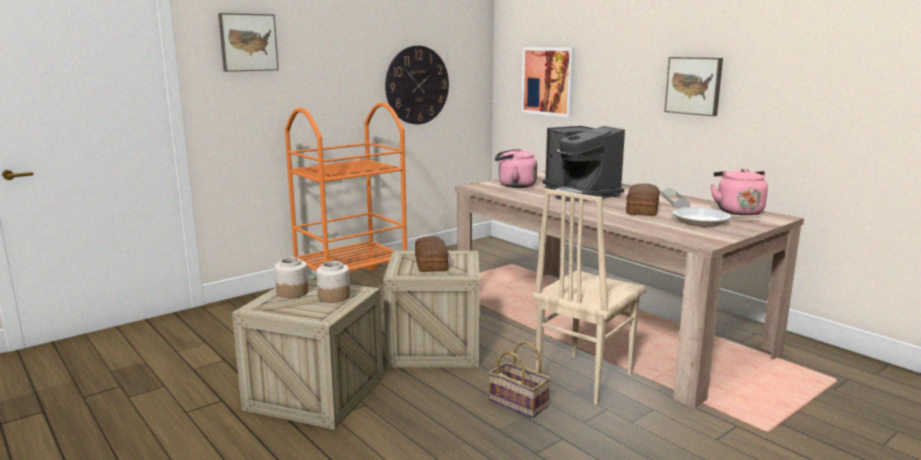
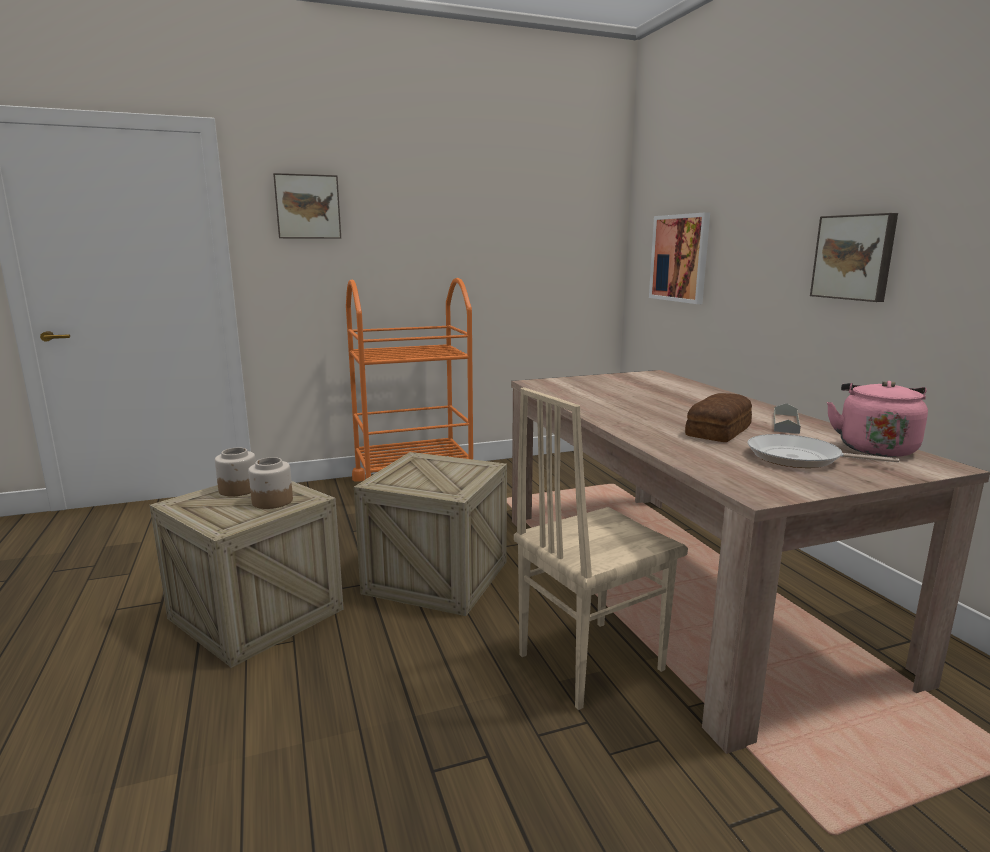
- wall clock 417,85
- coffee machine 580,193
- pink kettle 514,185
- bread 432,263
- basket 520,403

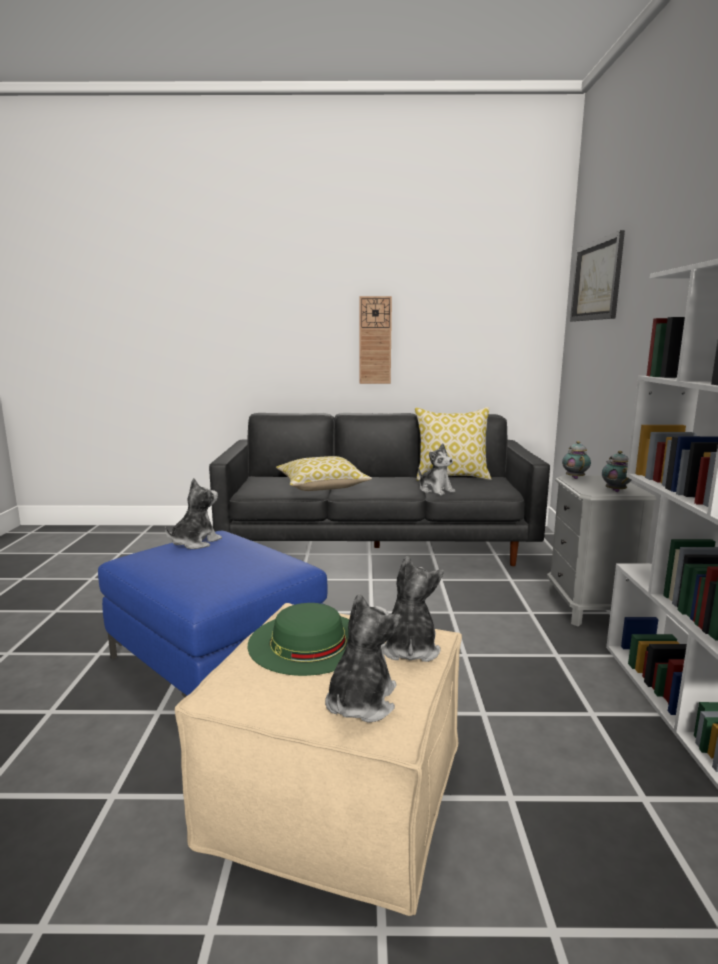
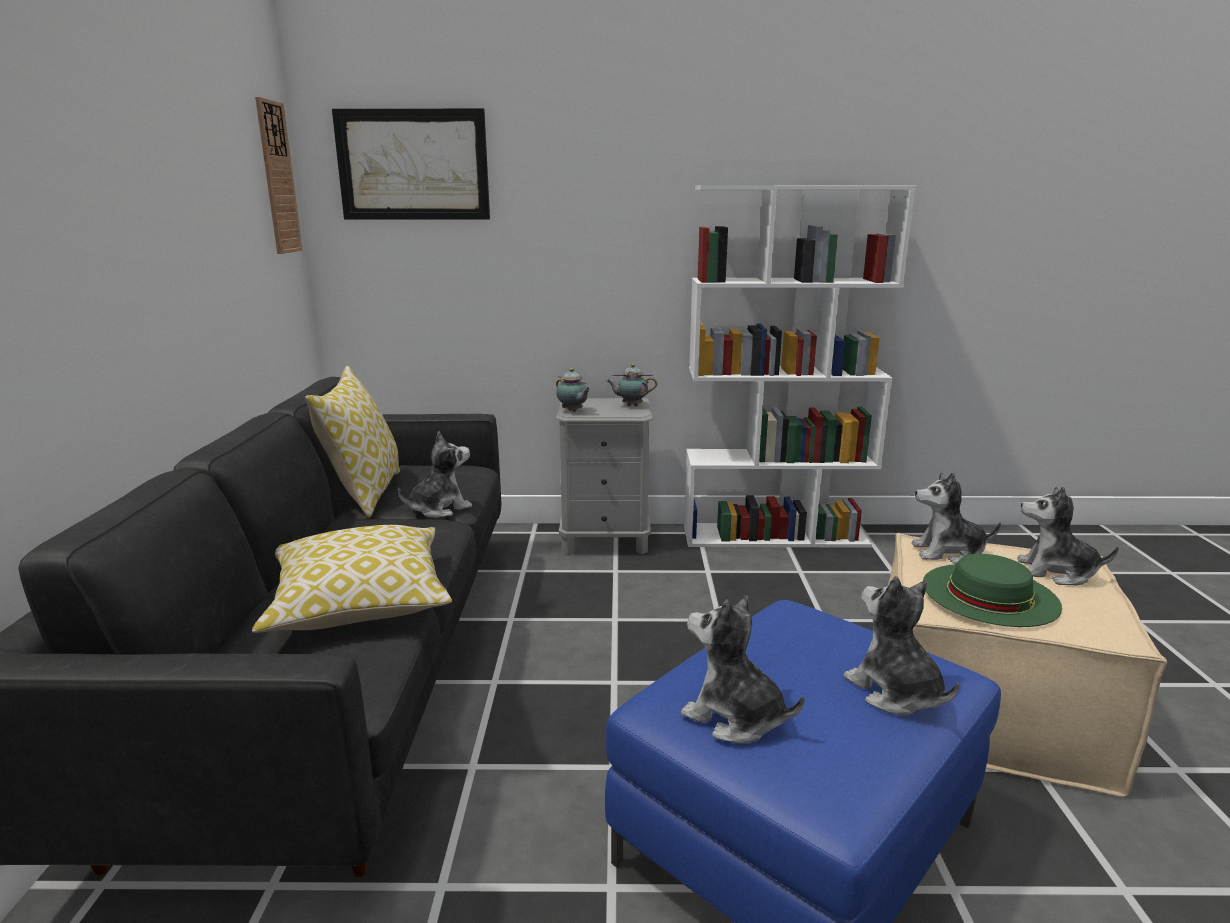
~ wall clock 375,340 to 278,178
~ teapot 574,478 = 573,411 135 degrees counterclockwise
+ plush toy 895,692

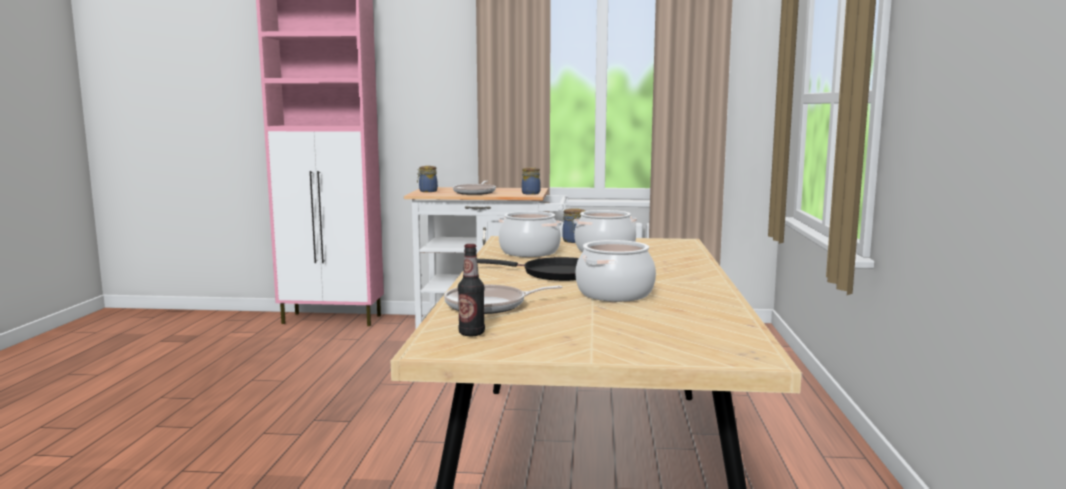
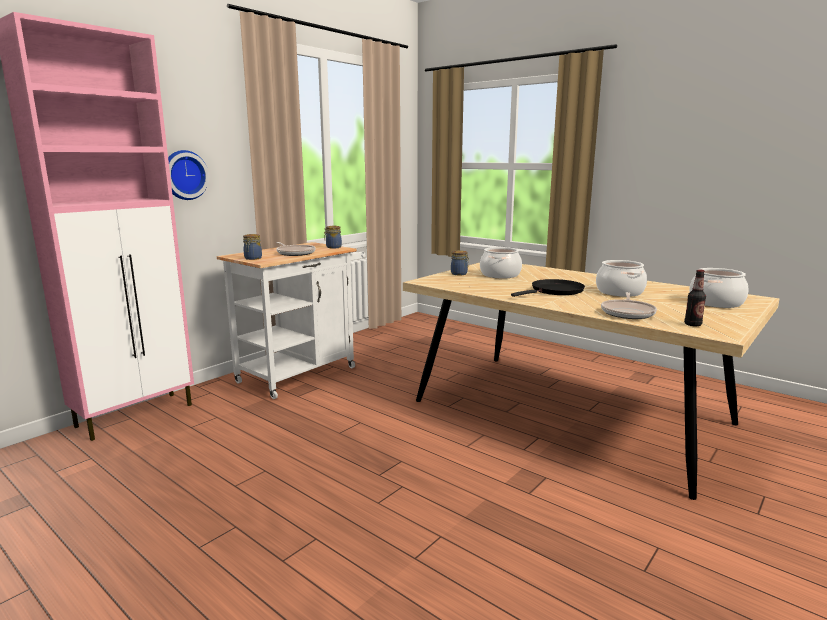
~ cooking pot 529,252 to 716,303
+ wall clock 184,175

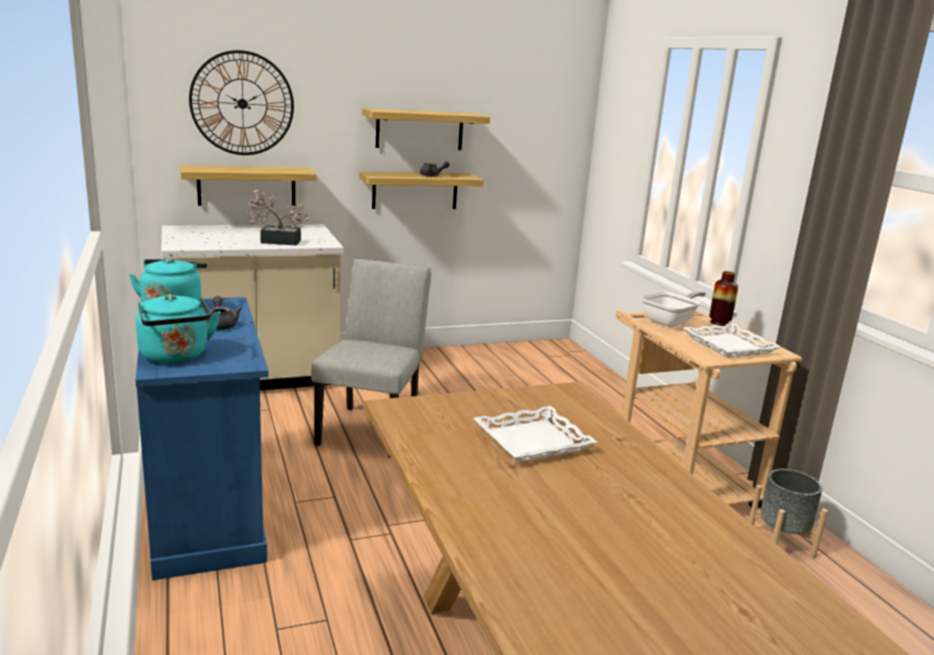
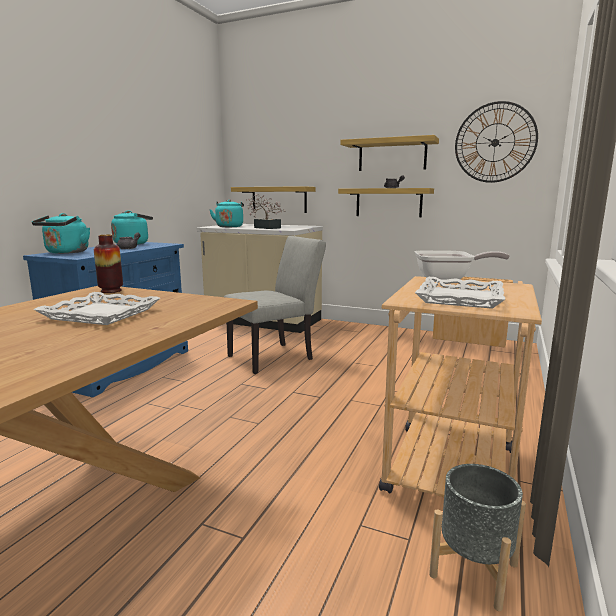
~ wall clock 242,103 to 495,142
~ vase 719,323 to 111,291
+ turquoise kettle 229,226

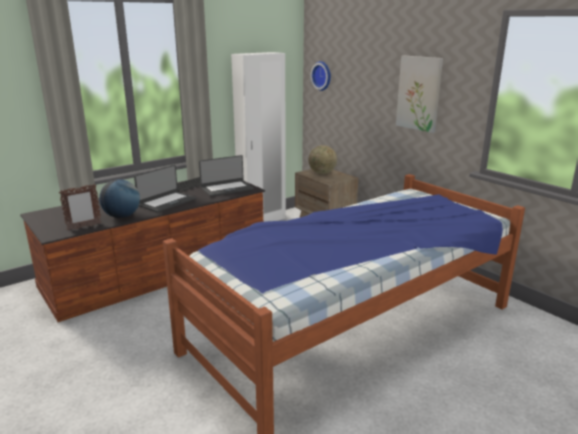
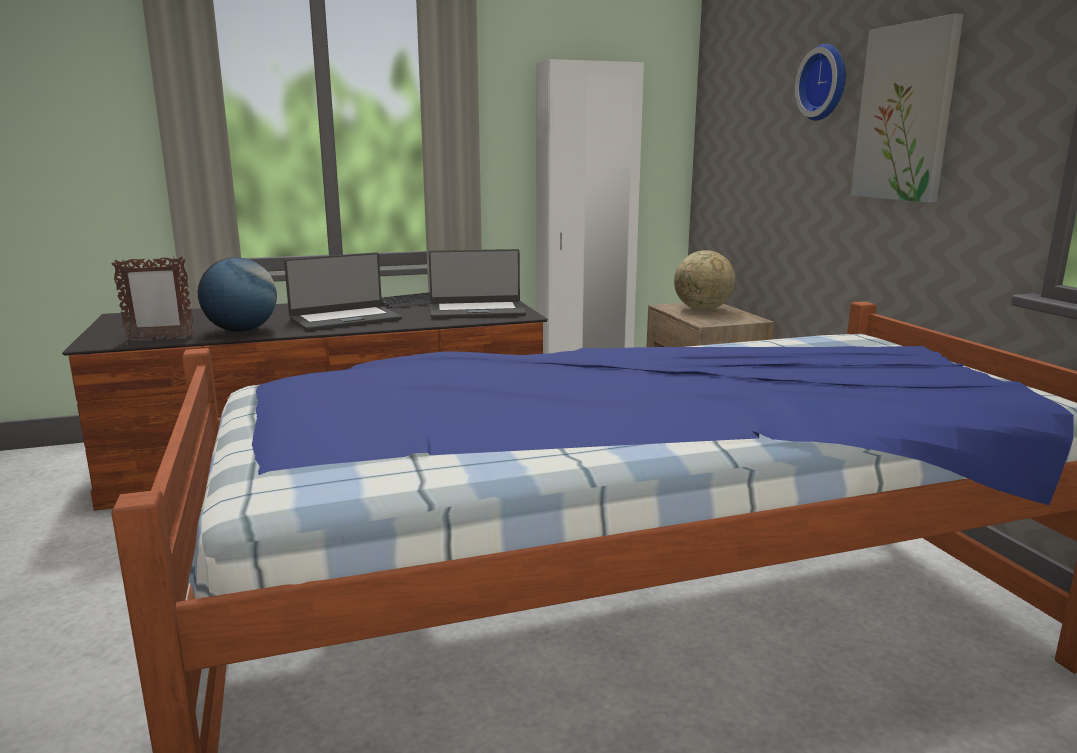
~ wall clock 322,75 to 826,82

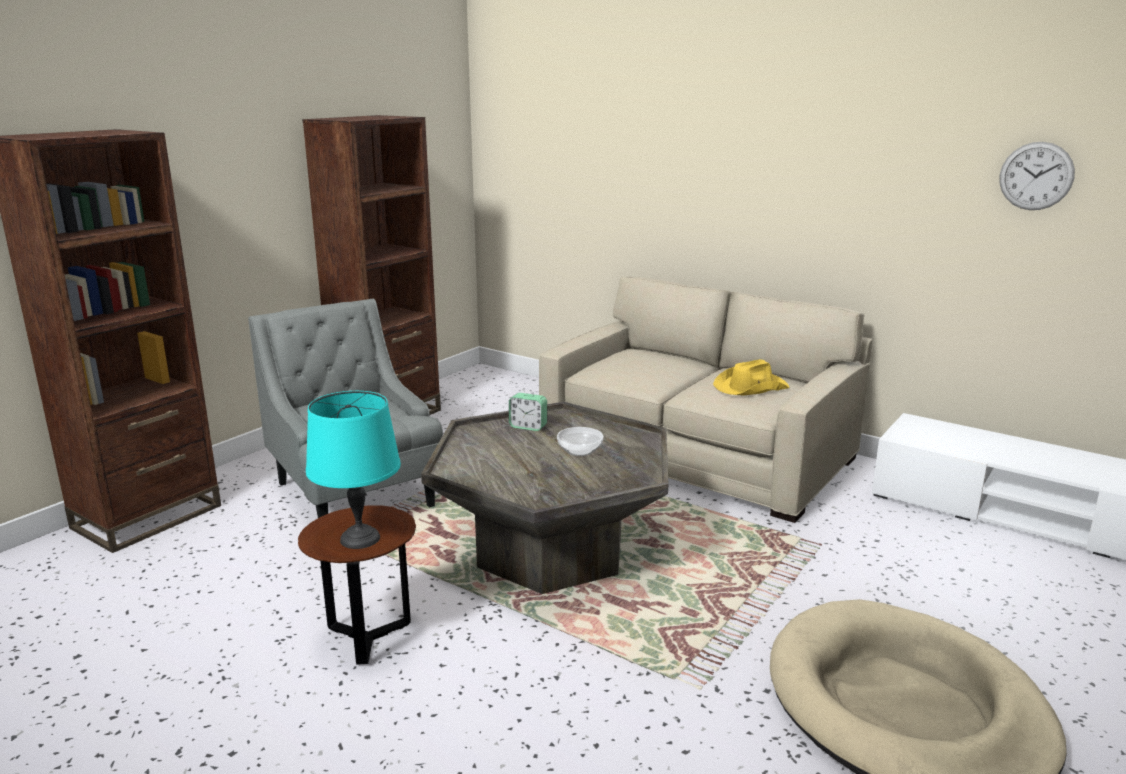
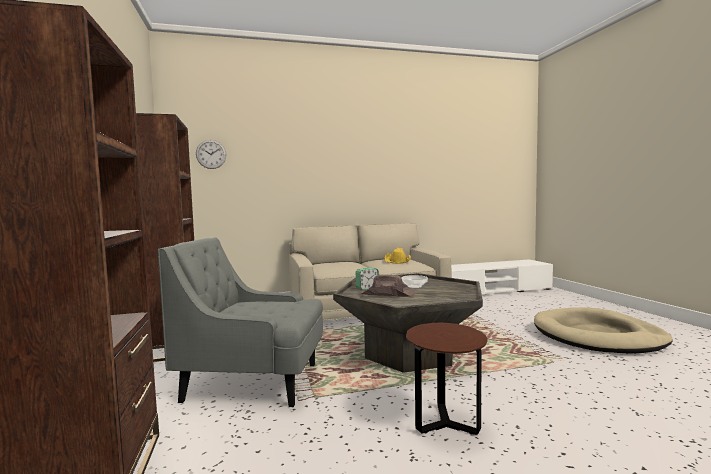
~ wall clock 1036,176 to 211,154
- turquoise table lamp 360,538
+ brown hat 388,294

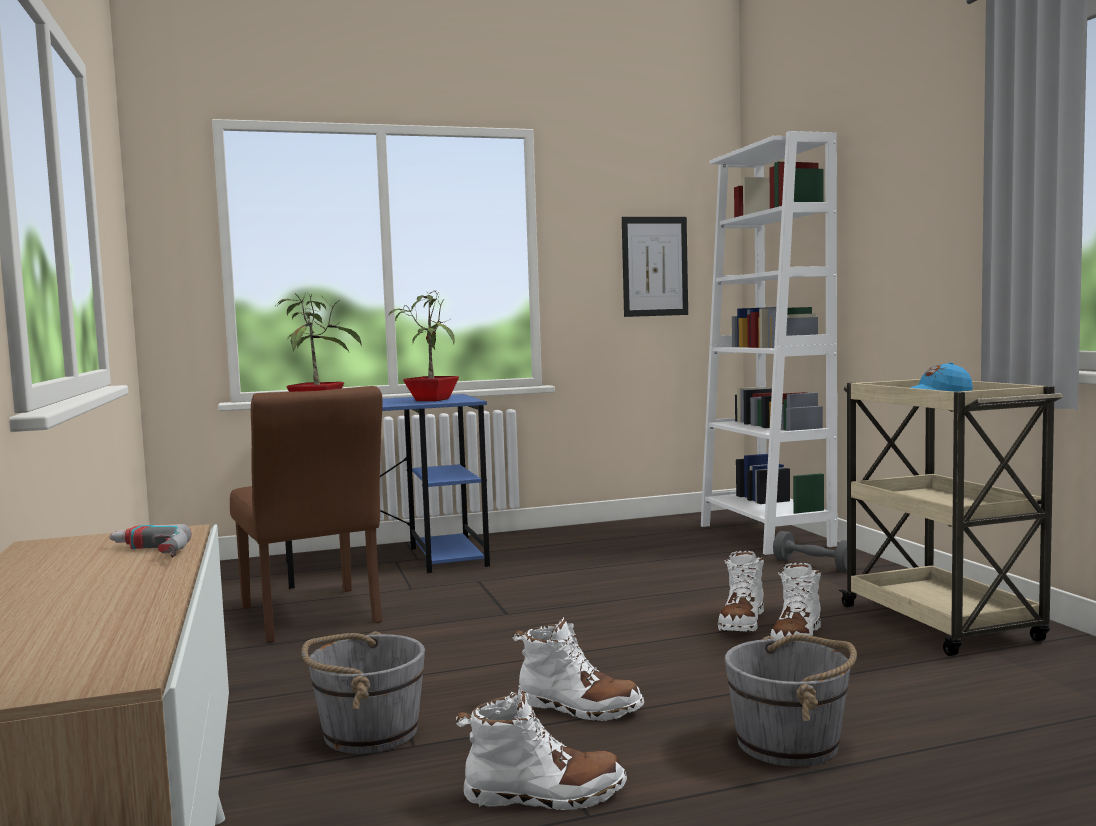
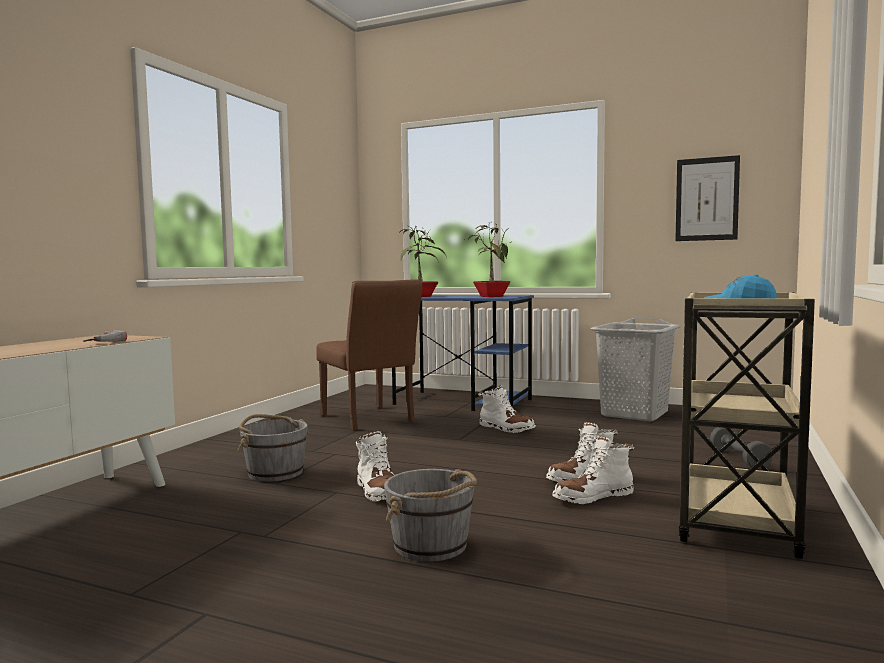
- white bookcase 765,535
~ brown chair 313,618 = 370,419 45 degrees counterclockwise
~ white boot 544,795 to 506,428
+ grey laundry basket 633,414

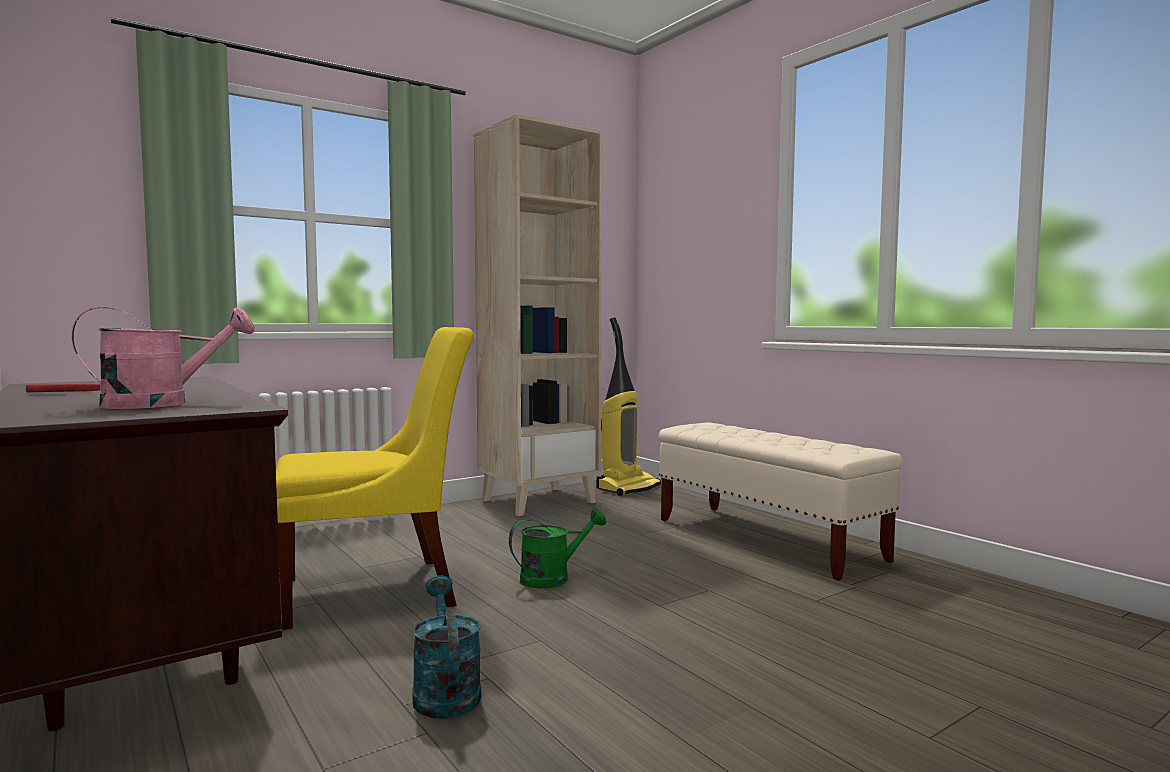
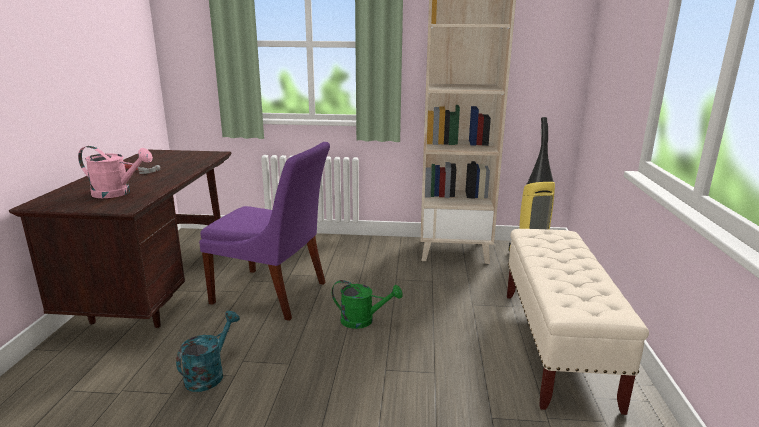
~ yellow chair 377,591 to purple chair 273,294

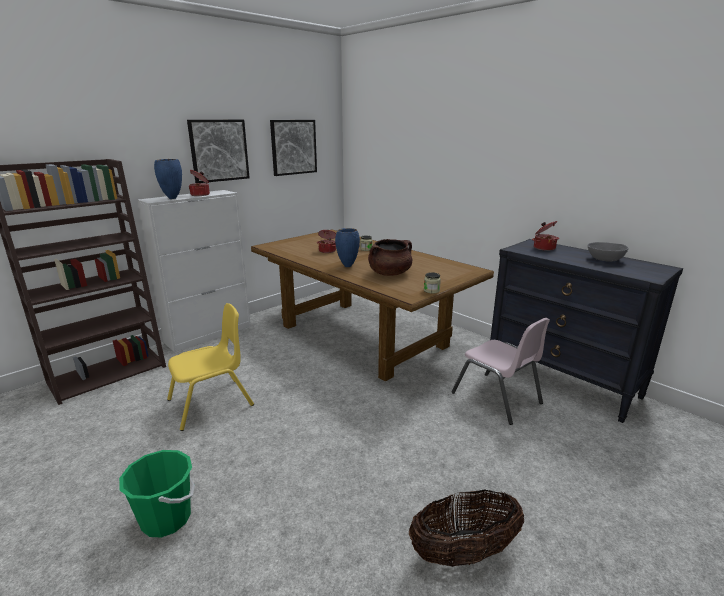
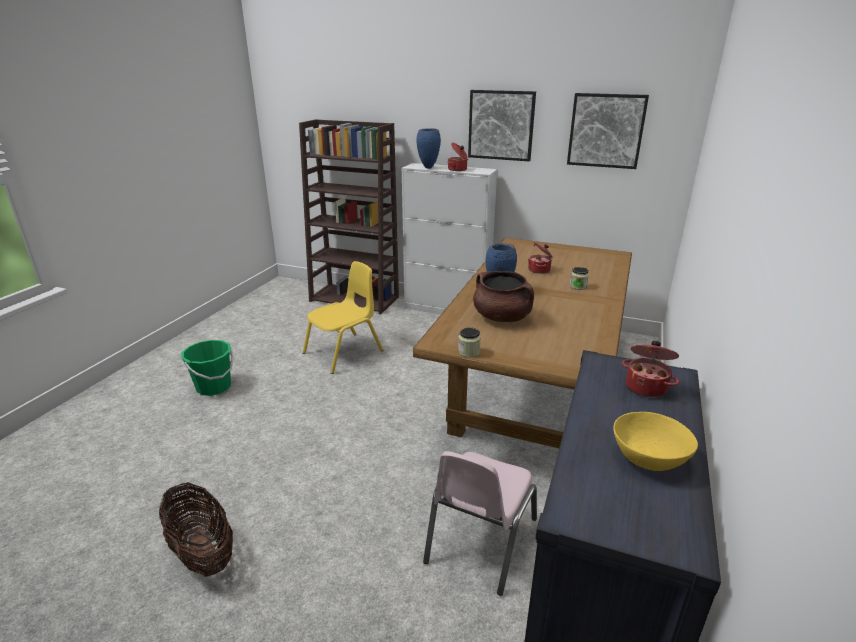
~ grey bowl 604,259 to yellow bowl 648,457
~ yellow chair 211,403 = 344,352 75 degrees counterclockwise

